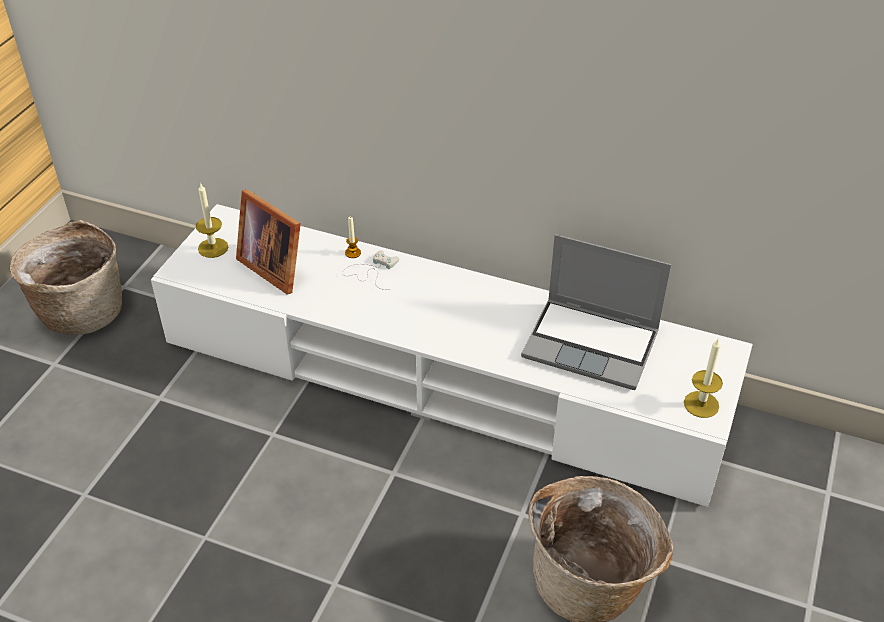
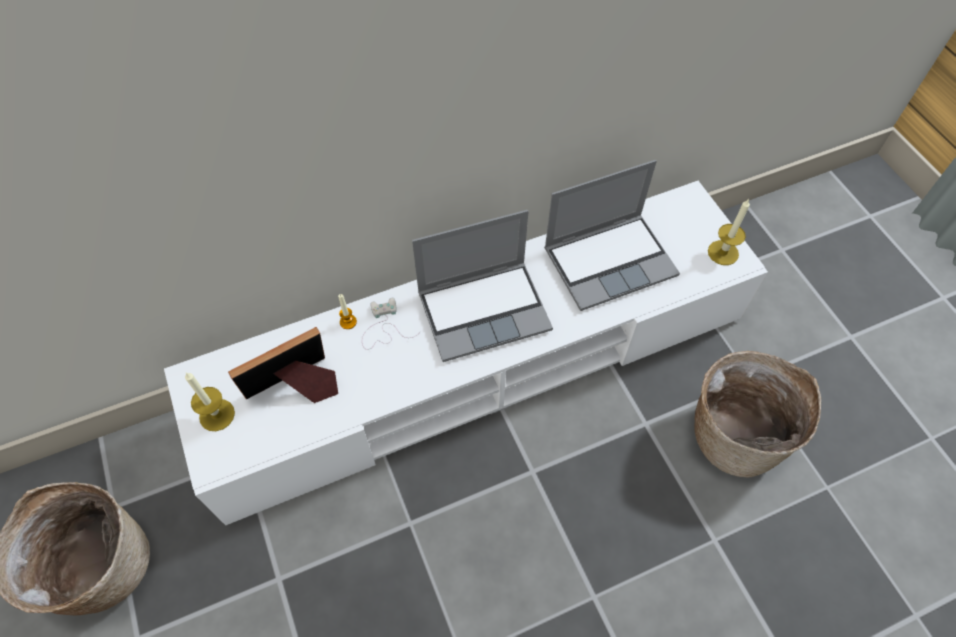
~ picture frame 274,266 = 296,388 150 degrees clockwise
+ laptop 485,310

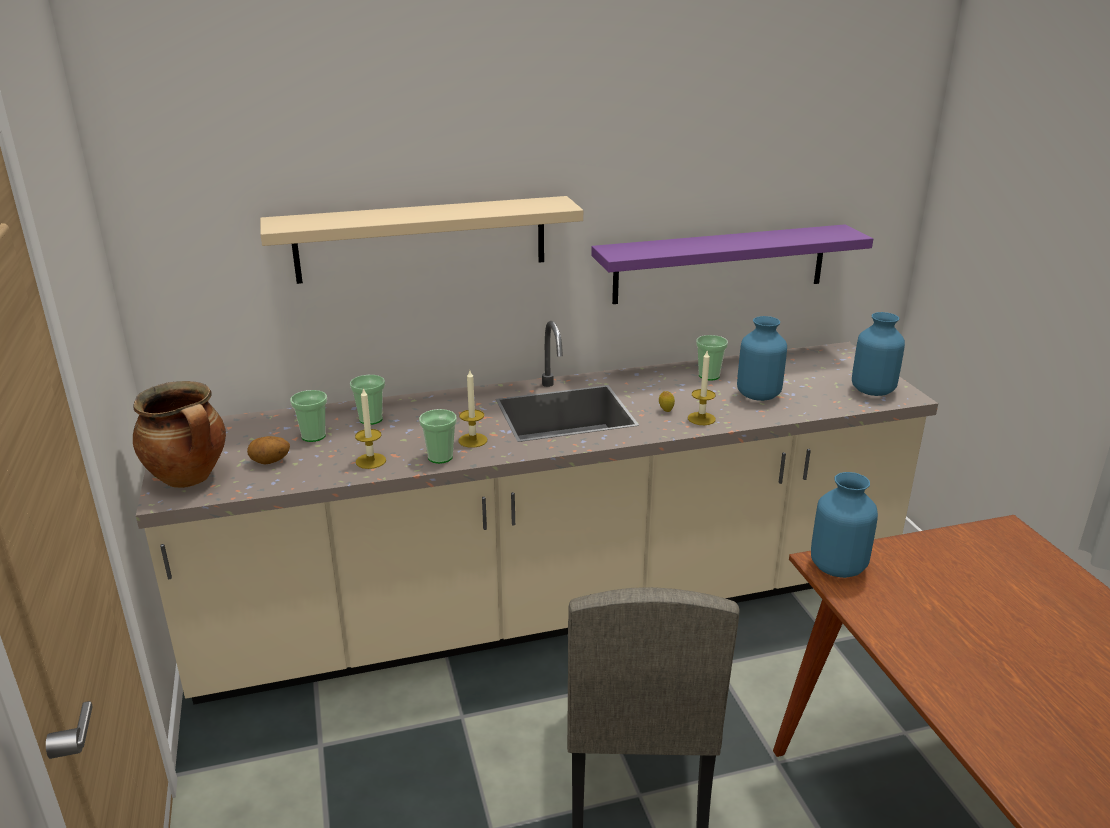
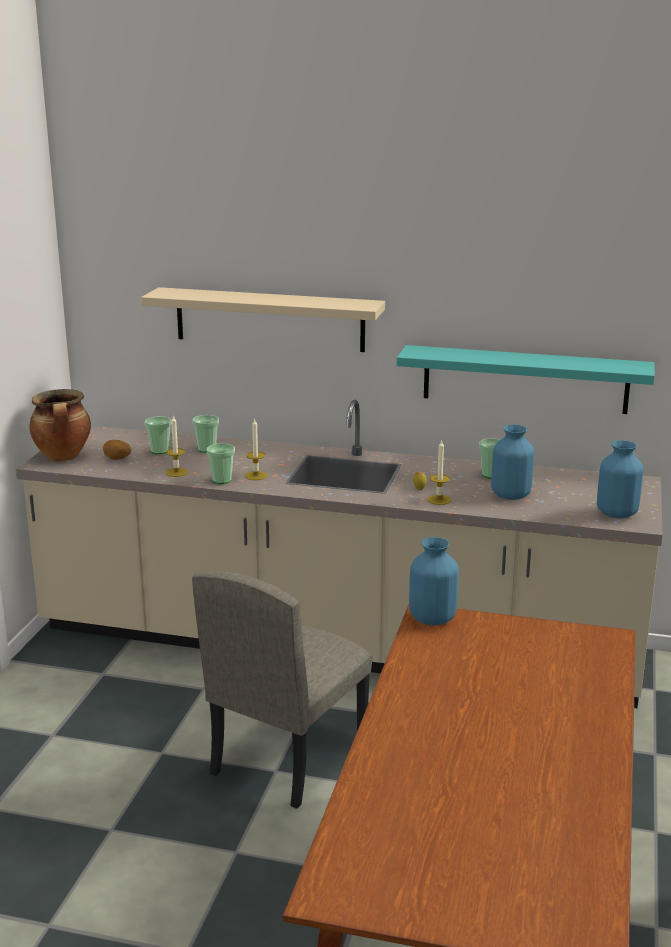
~ purple shelf 720,264 to turquoise shelf 525,379

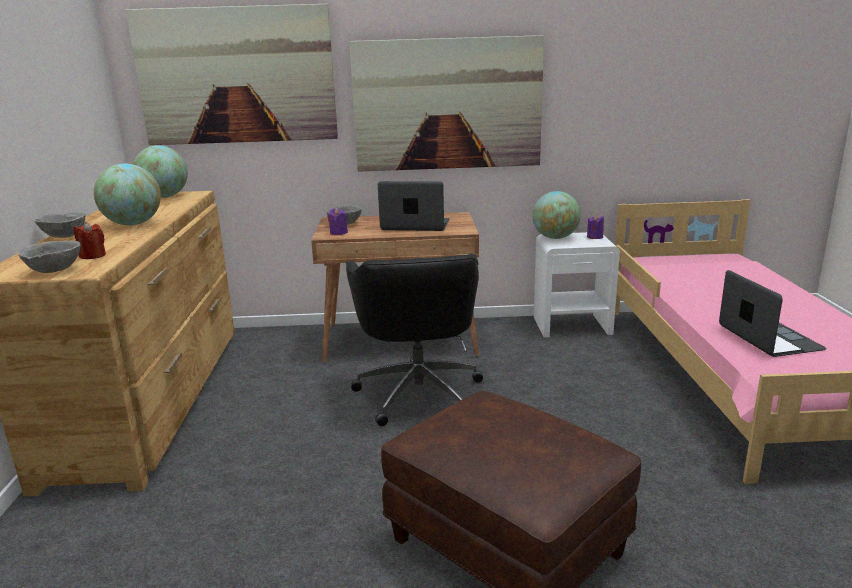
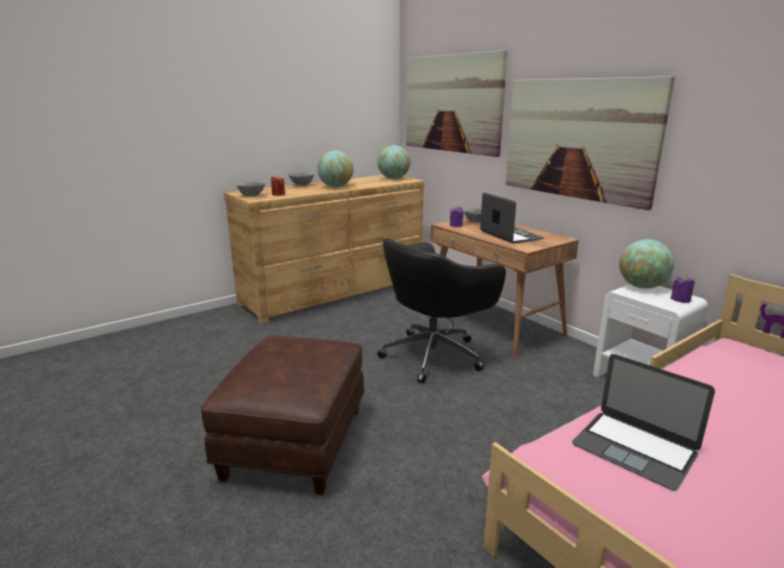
~ laptop 769,337 = 634,448 90 degrees clockwise

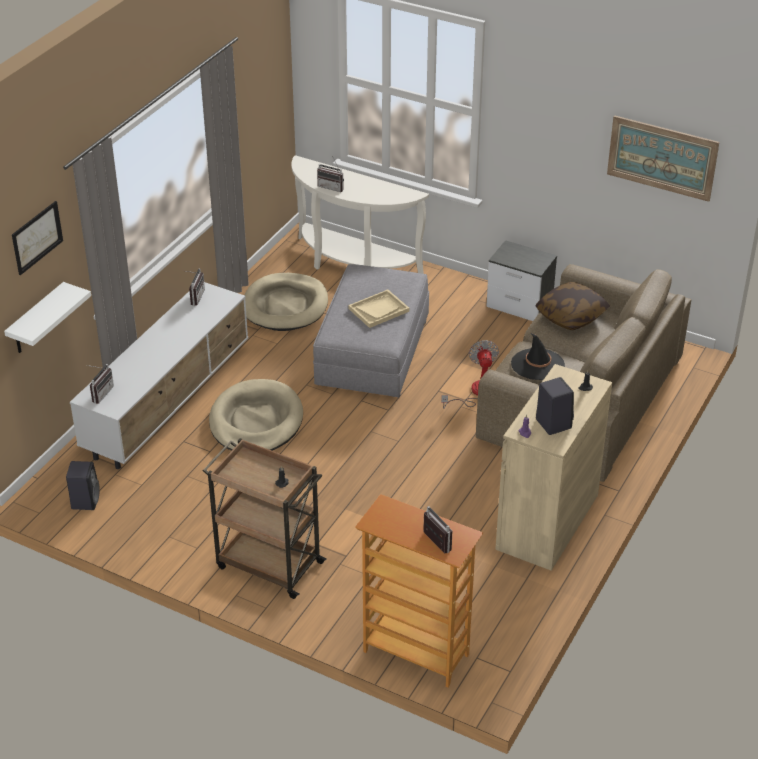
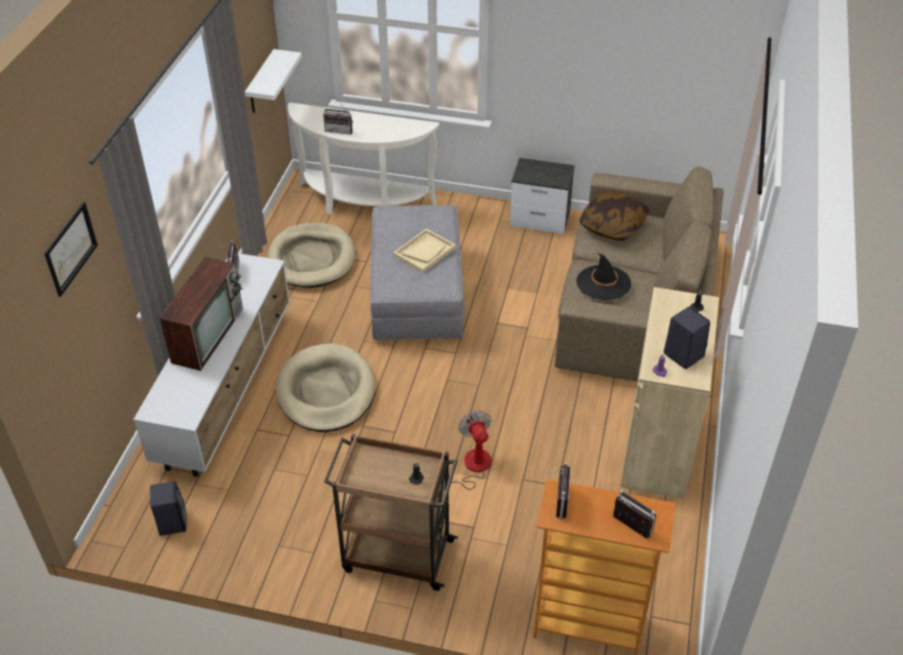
- picture 662,157
~ white shelf 36,320 to 261,83
~ fan 476,393 to 471,468
~ radio 100,393 to 556,500
+ television 208,333

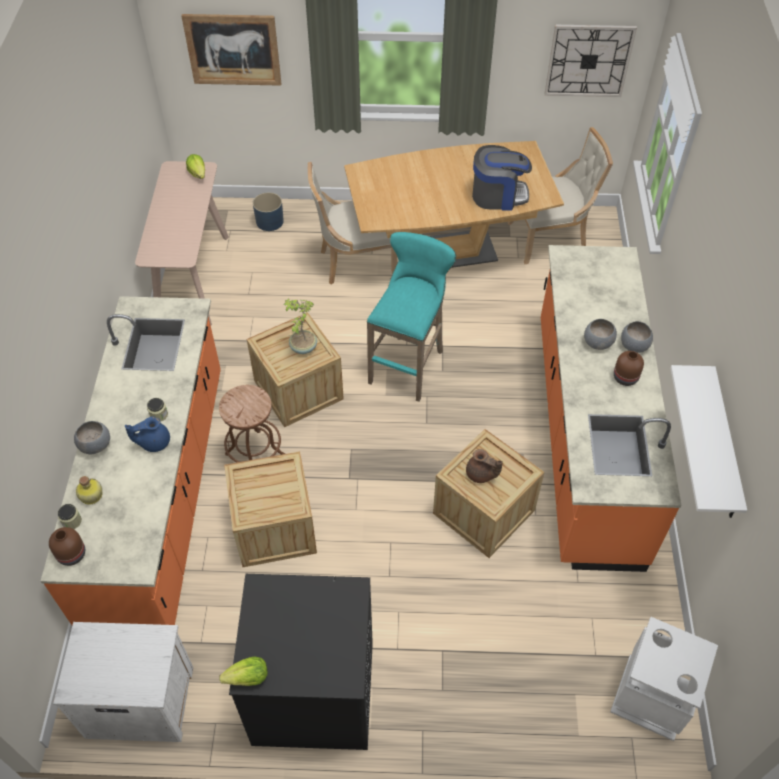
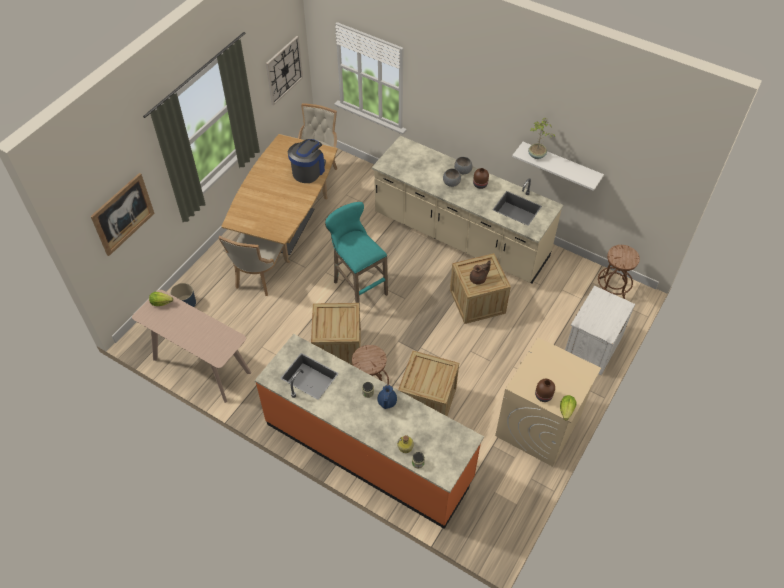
~ orange counter 585,437 to beige counter 460,237
~ potted plant 302,347 to 536,155
- grey bowl 96,445
~ brown vase 71,555 to 544,396
~ black washing machine 312,693 to beige washing machine 538,426
~ white trash can 650,696 to brown stool 612,290
~ white nightstand 139,701 to 591,347

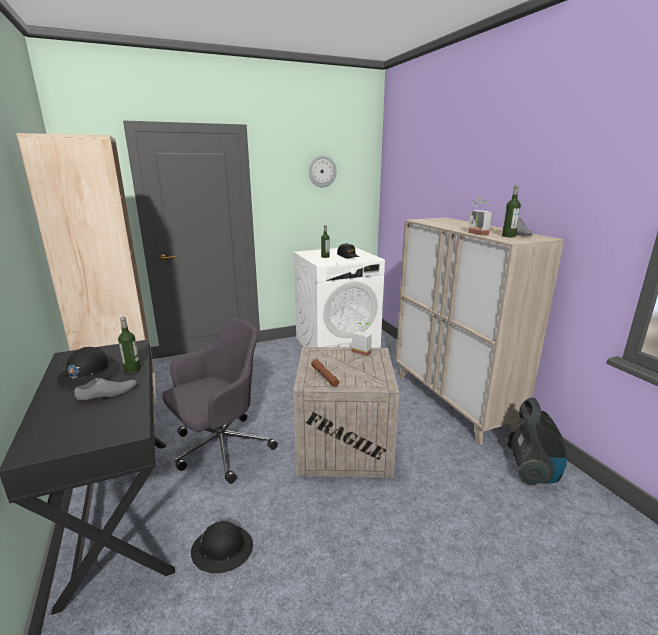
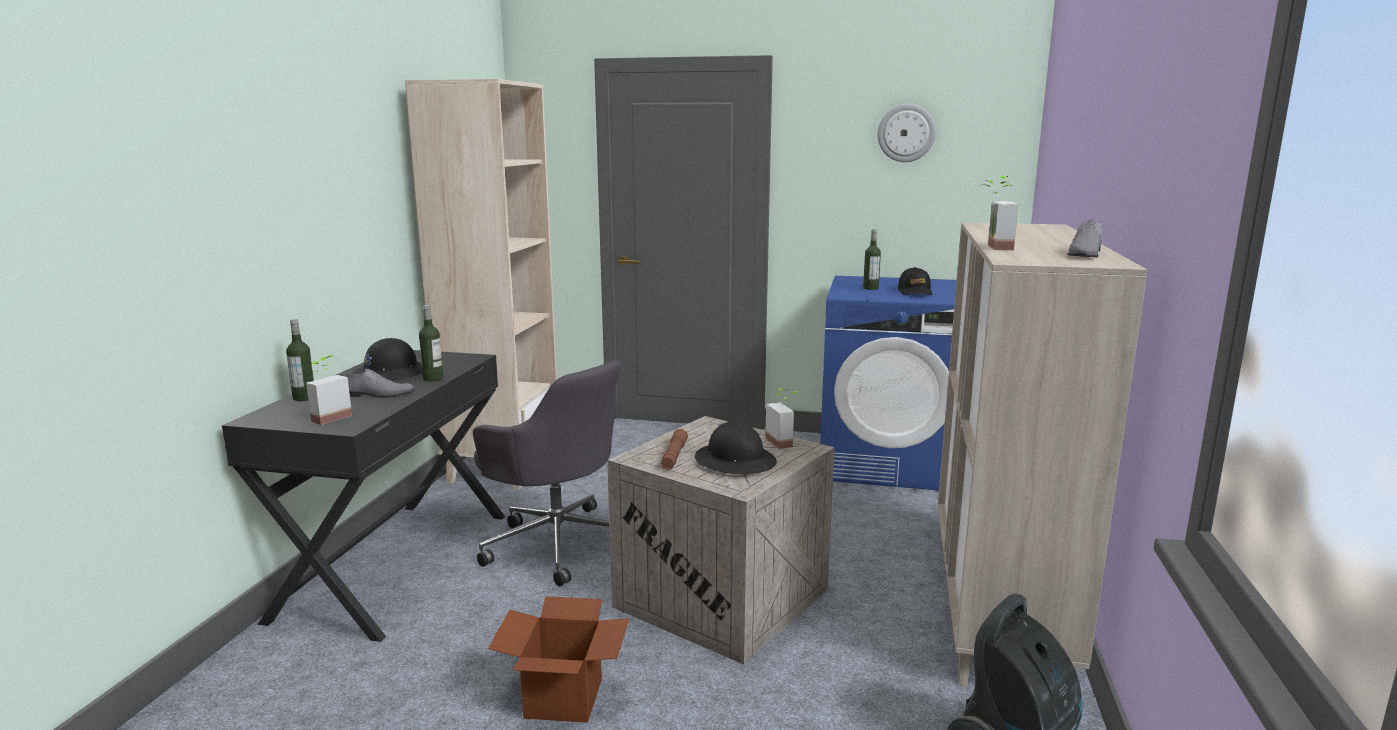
~ bottle 508,236 to 304,398
~ white washing machine 337,344 to blue washing machine 888,462
~ grey office chair 220,449 = 558,543 45 degrees clockwise
~ black hard hat 222,549 to 735,461
+ potted plant 327,417
+ cardboard box 563,698

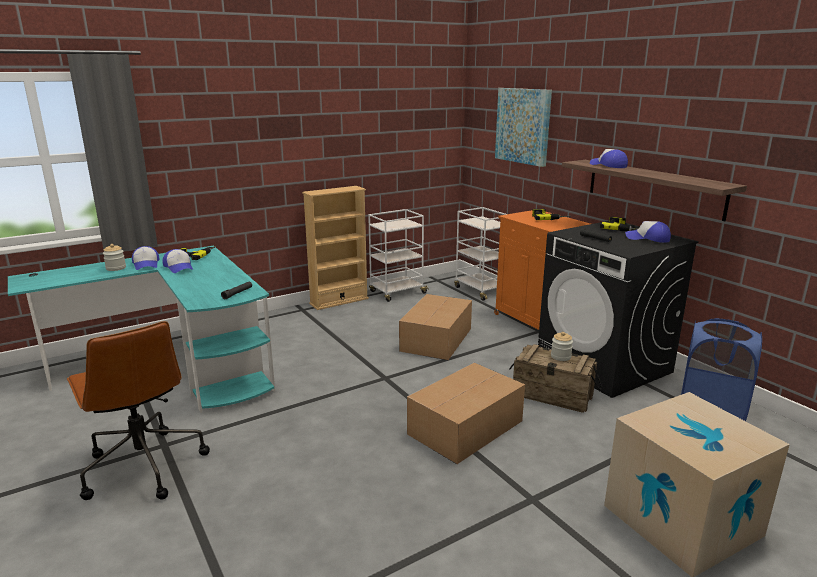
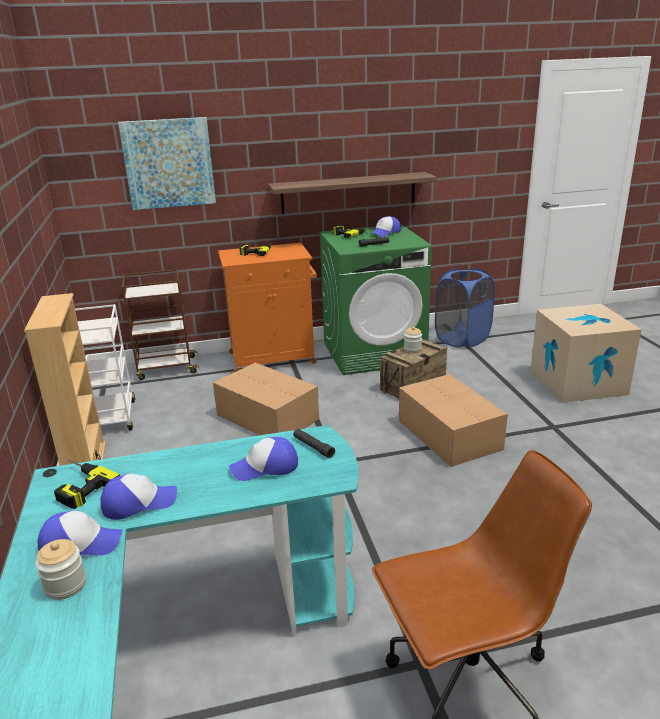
~ cap 608,165 to 265,467
~ white cart 480,290 to brown cart 166,368
~ black washing machine 604,365 to green washing machine 374,352

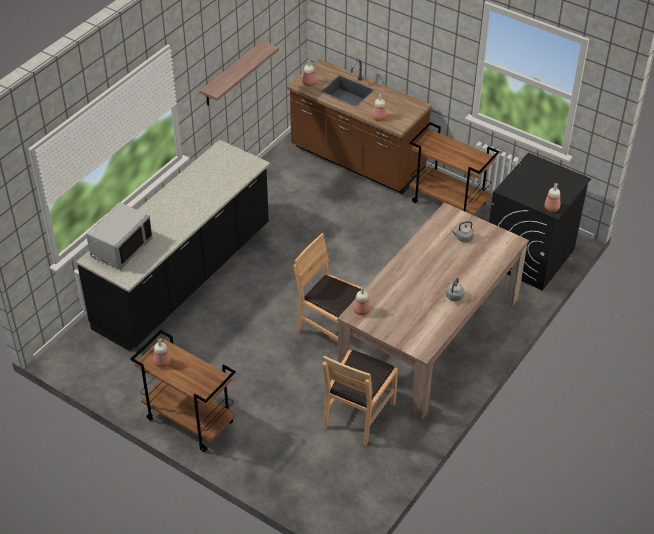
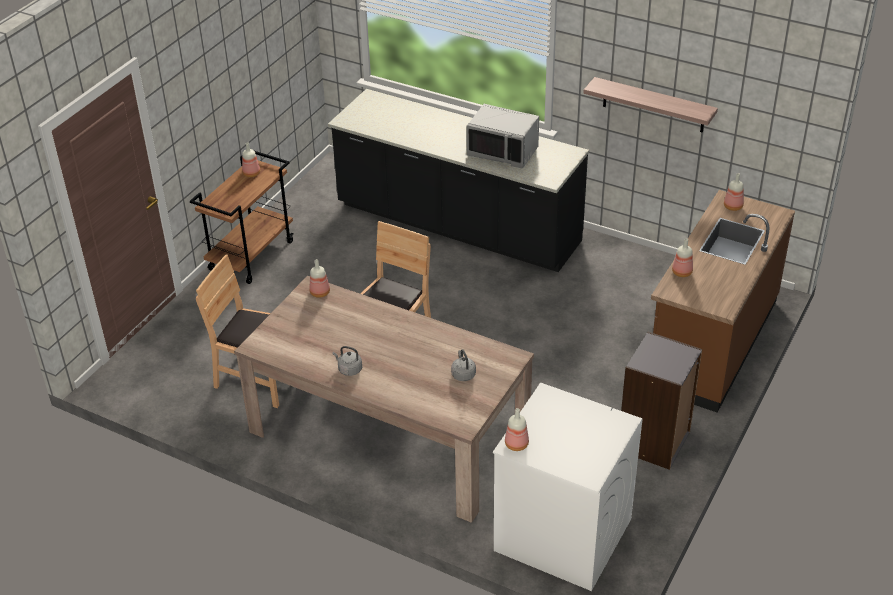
~ brown cart 449,203 to grey bookcase 654,441
~ black washing machine 529,257 to white washing machine 562,534
~ grey microwave 121,248 to 503,151

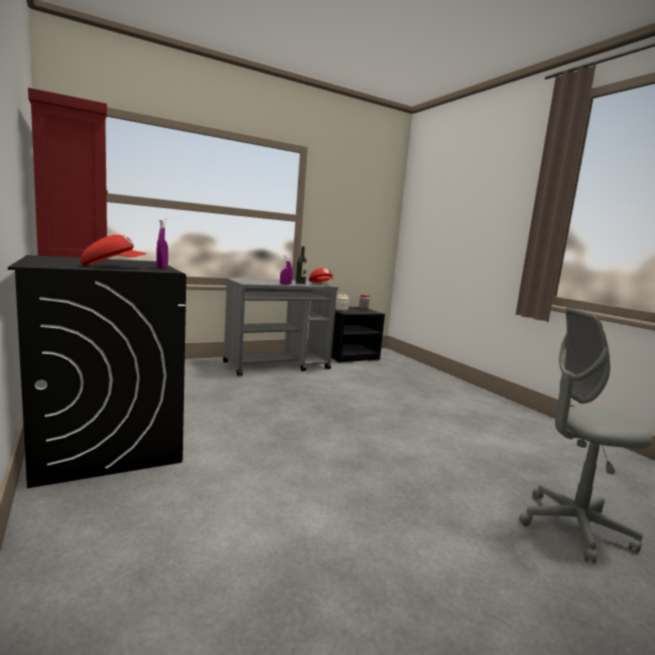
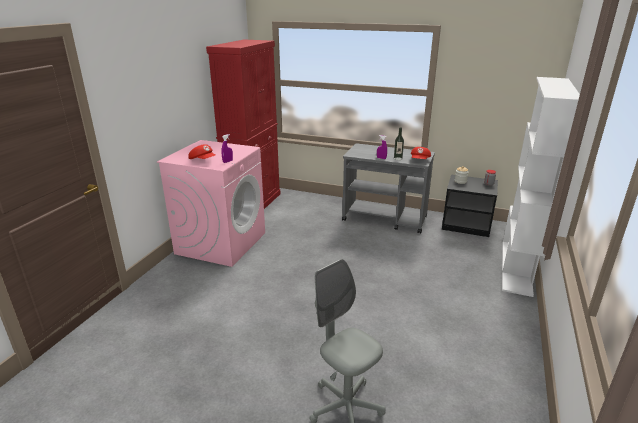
~ black washing machine 106,442 to pink washing machine 221,243
+ white bookcase 517,267

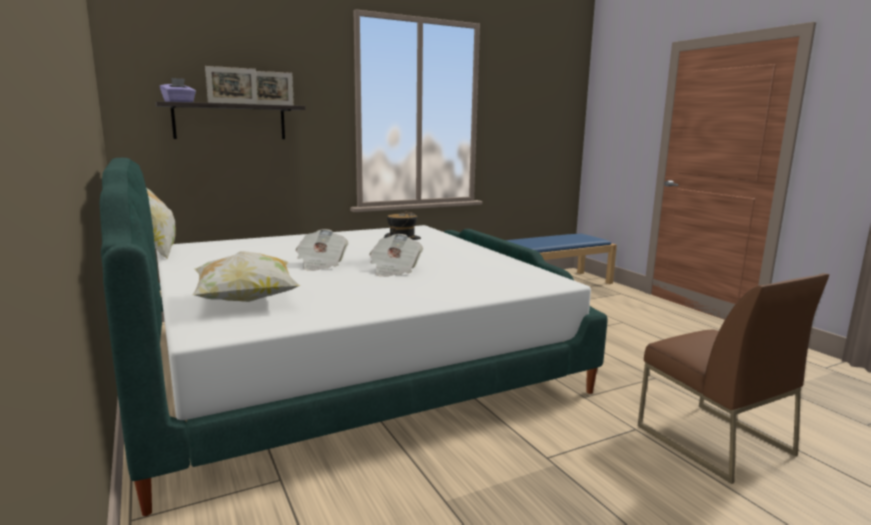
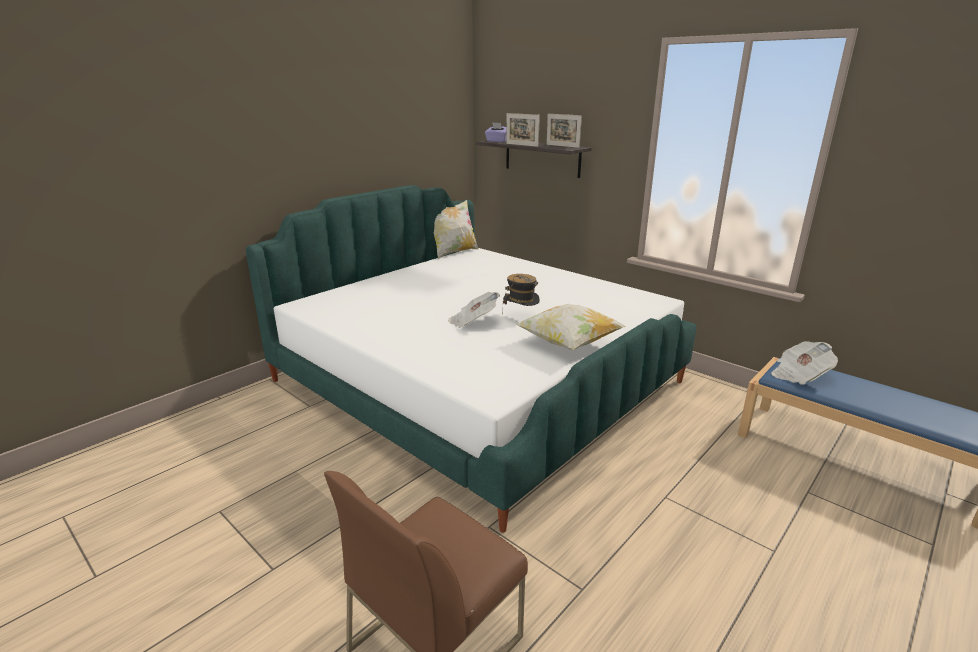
~ newspaper 321,264 to 799,375
~ pillow 246,300 to 568,343

